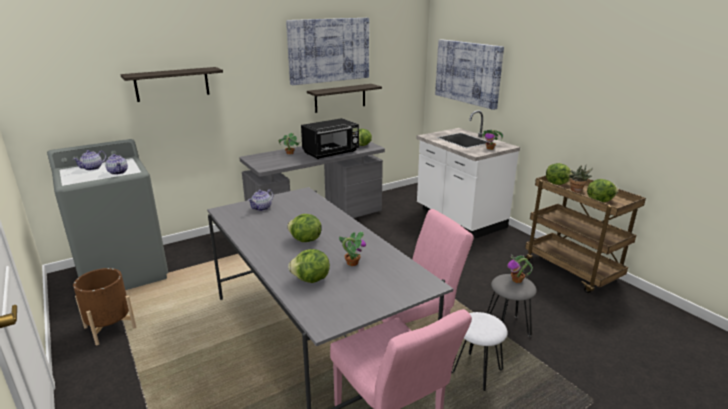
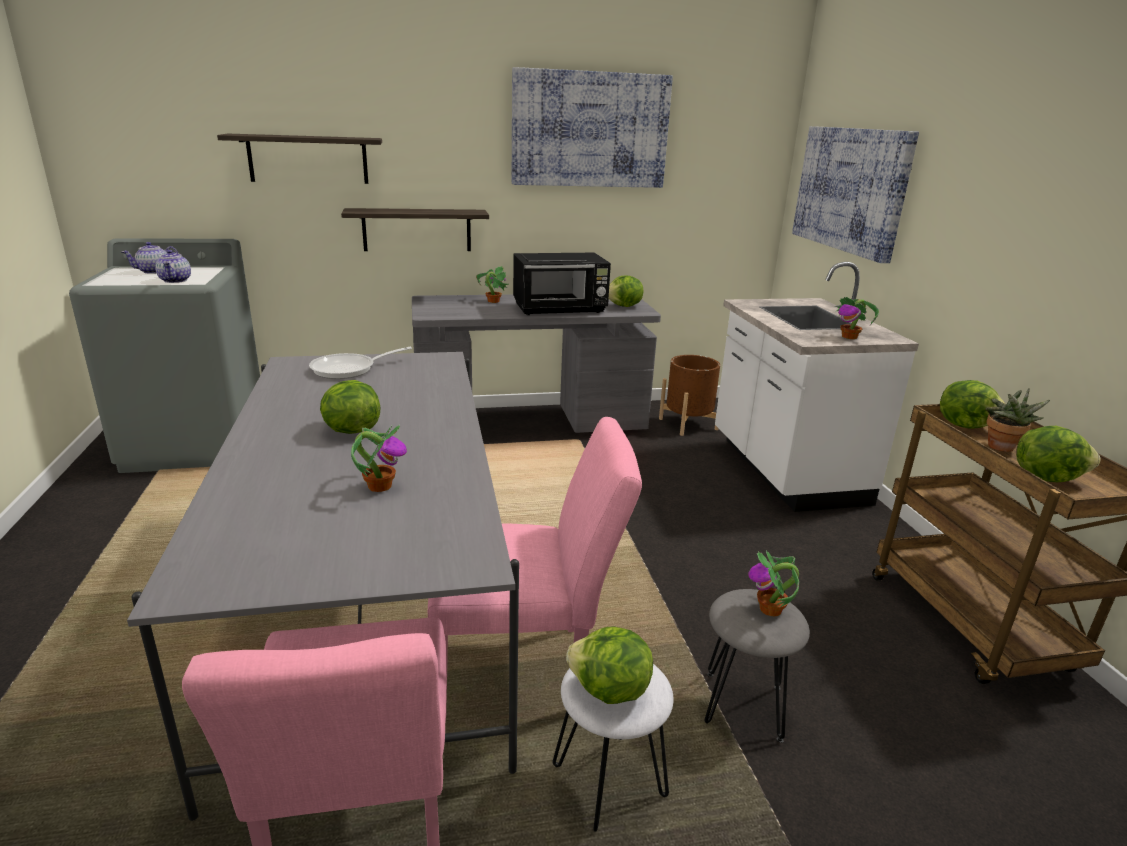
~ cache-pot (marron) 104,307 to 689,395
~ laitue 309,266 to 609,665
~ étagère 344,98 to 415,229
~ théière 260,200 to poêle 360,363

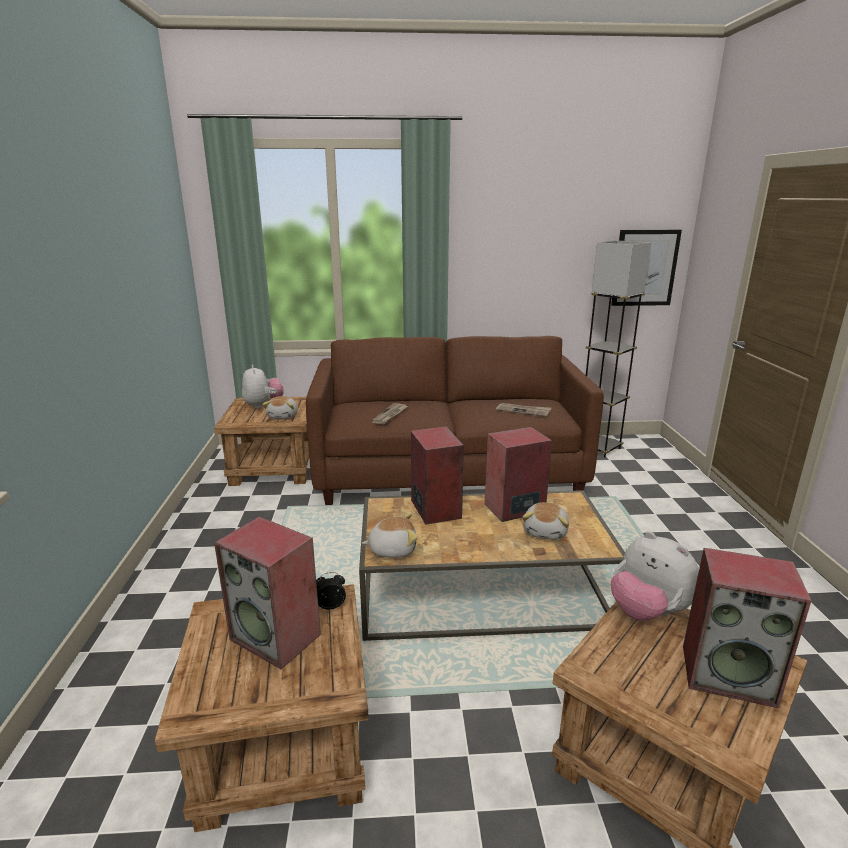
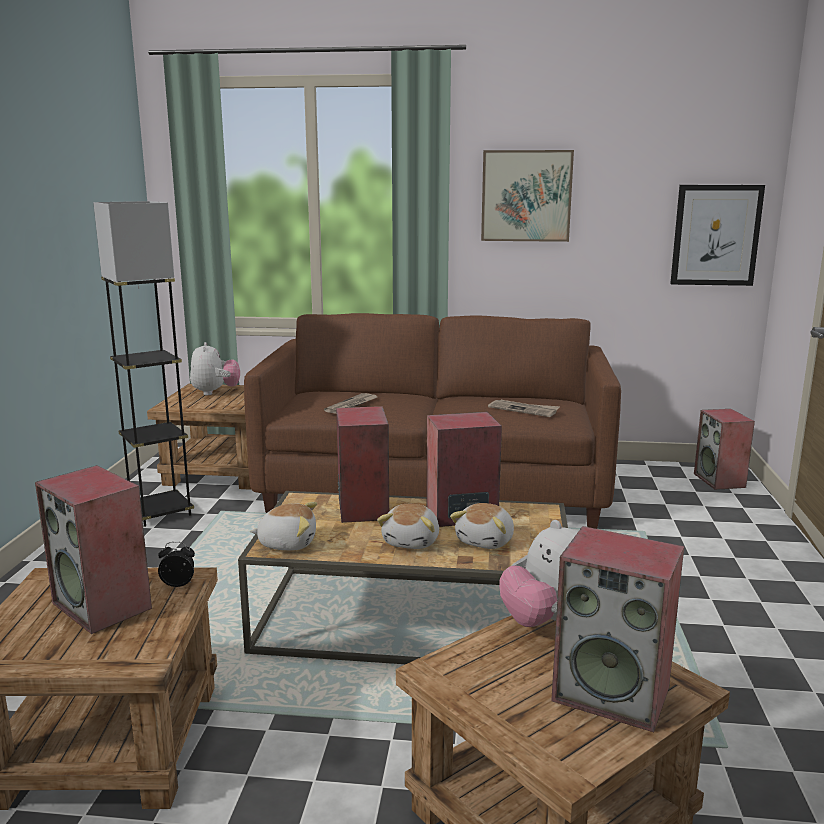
+ tableau 527,196
+ enceinte 724,449
~ peluche 280,407 to 408,526
~ lampadaire (gris) 619,349 to 143,364

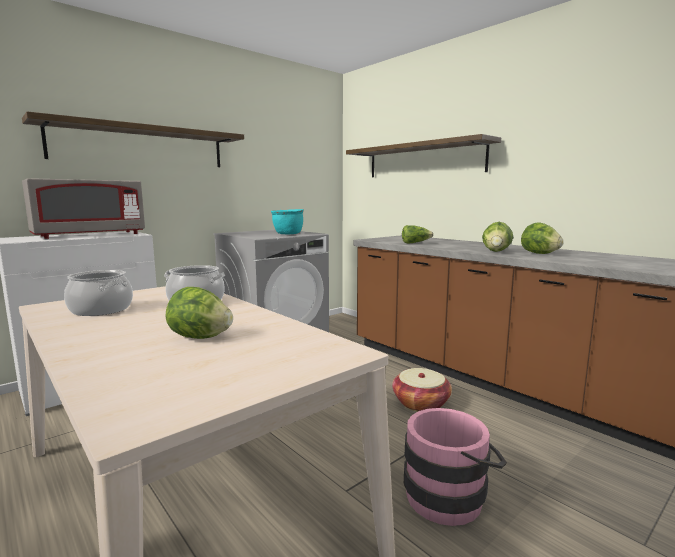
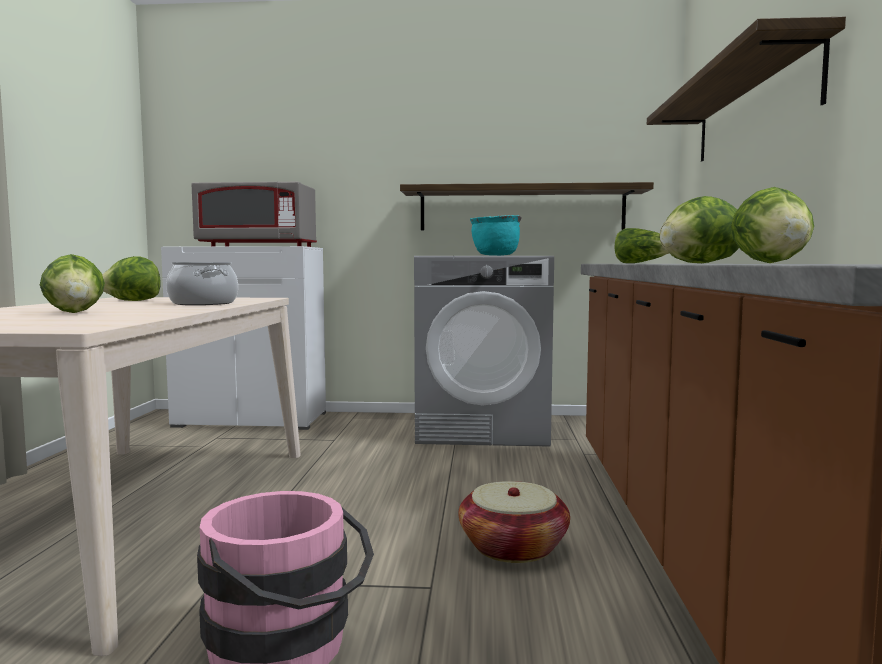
~ étagère 133,139 to 527,206
~ marmite 98,293 to laitue 131,278

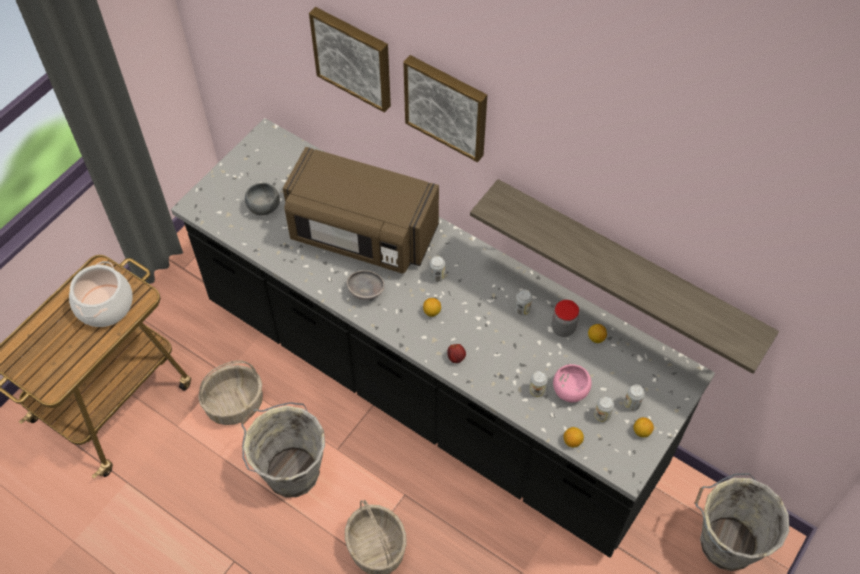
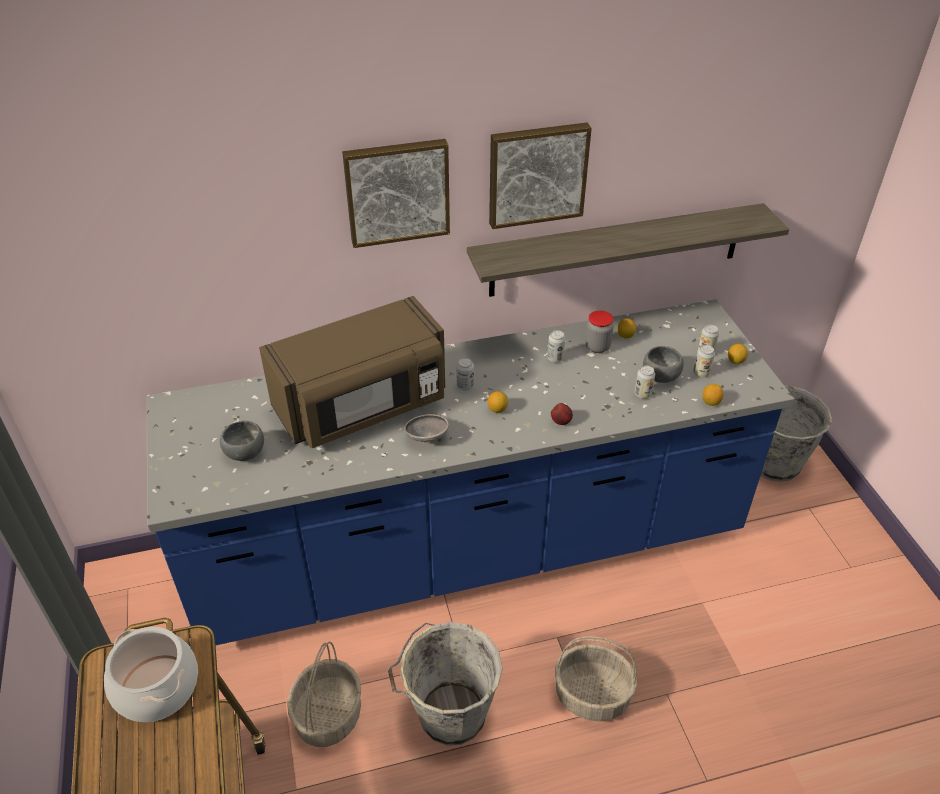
~ tableau 350,60 to 540,176
~ comptoir de cuisine (noir) 443,338 to comptoir de cuisine (bleu) 470,472
~ bol (rose) 572,383 to bol (gris) 663,364

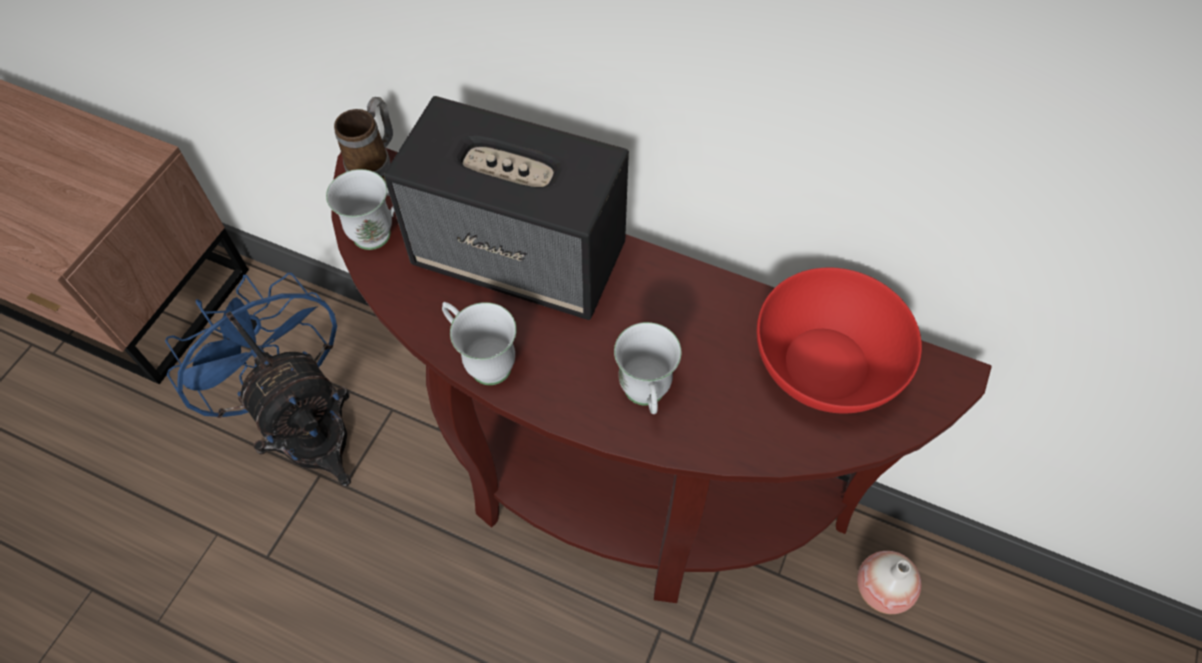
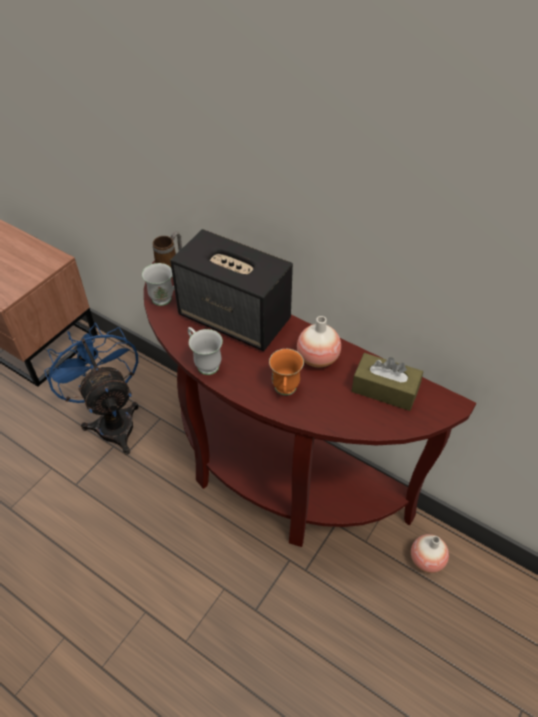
+ vase 319,341
~ bol (rouge) 839,340 to boîte à mouchoirs (marron) 387,382
~ mug (blanc) 648,368 to mug (orange) 286,372

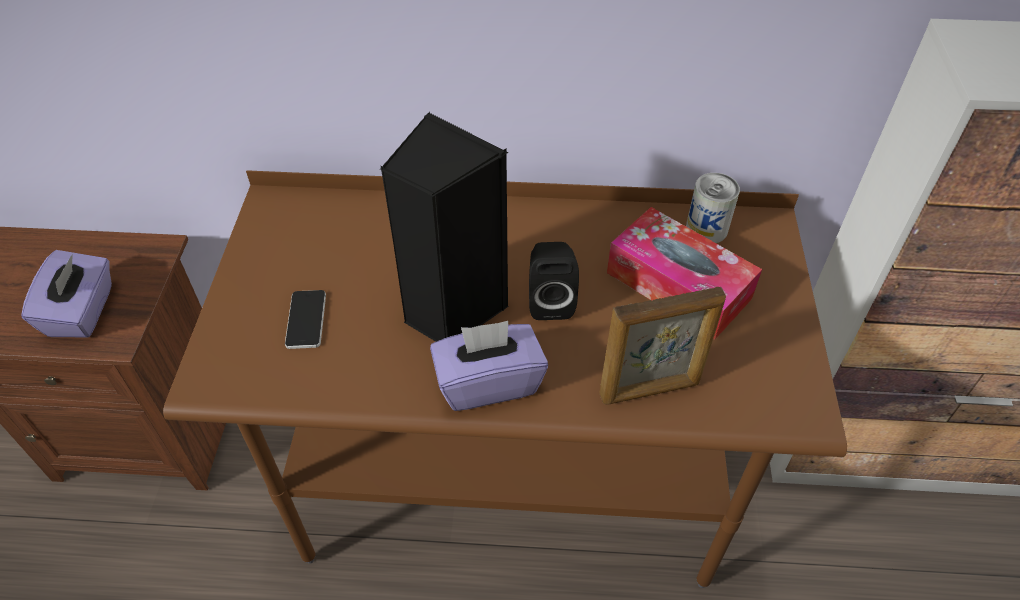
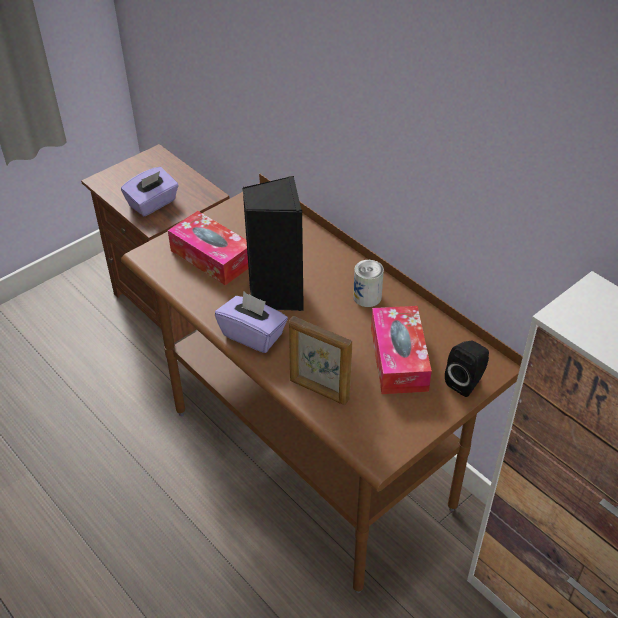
~ enceinte (noir) 554,281 to 467,369
~ boîte métallique 713,208 to 368,283
~ téléphone 305,319 to boîte à mouchoirs 208,248

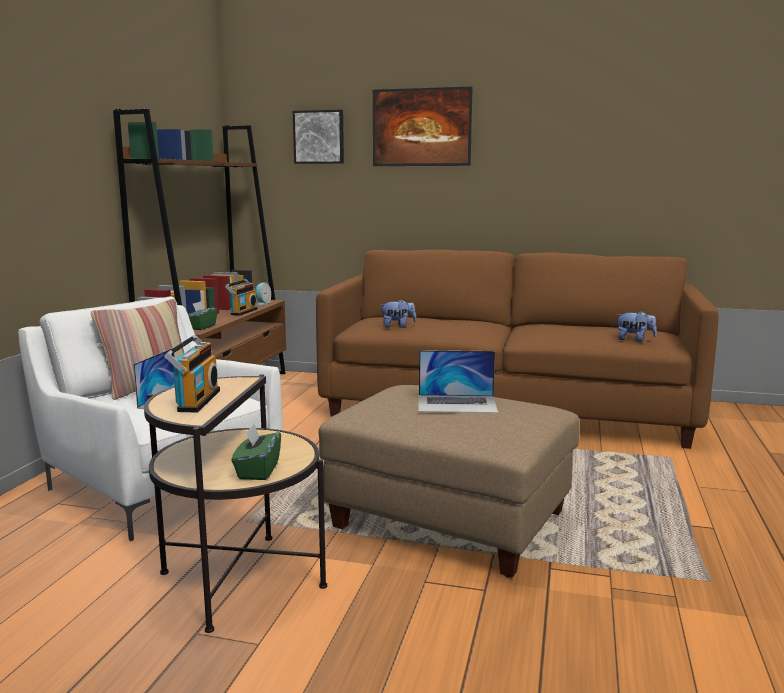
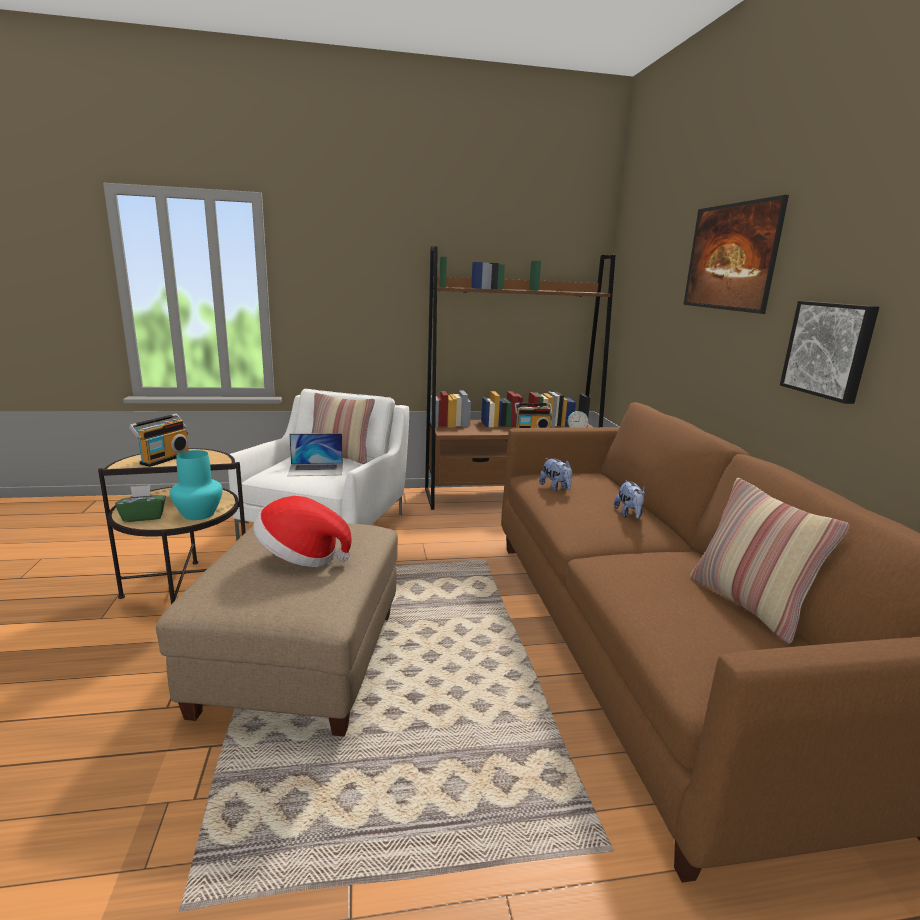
- boîte à mouchoirs (vert) 202,315
+ vase (turquoise) 196,485
+ coussin 770,561
~ tableau 318,137 to 829,352
~ peluche 636,326 to 629,500
~ ordinateur portable 458,381 to chapeau 302,531
~ radio 192,373 = 159,440 45 degrees counterclockwise

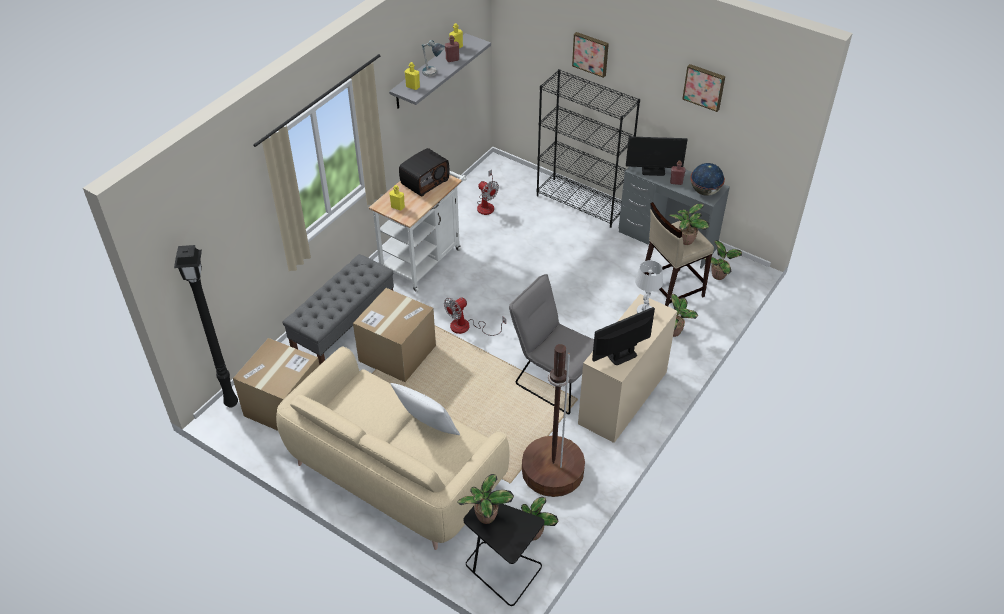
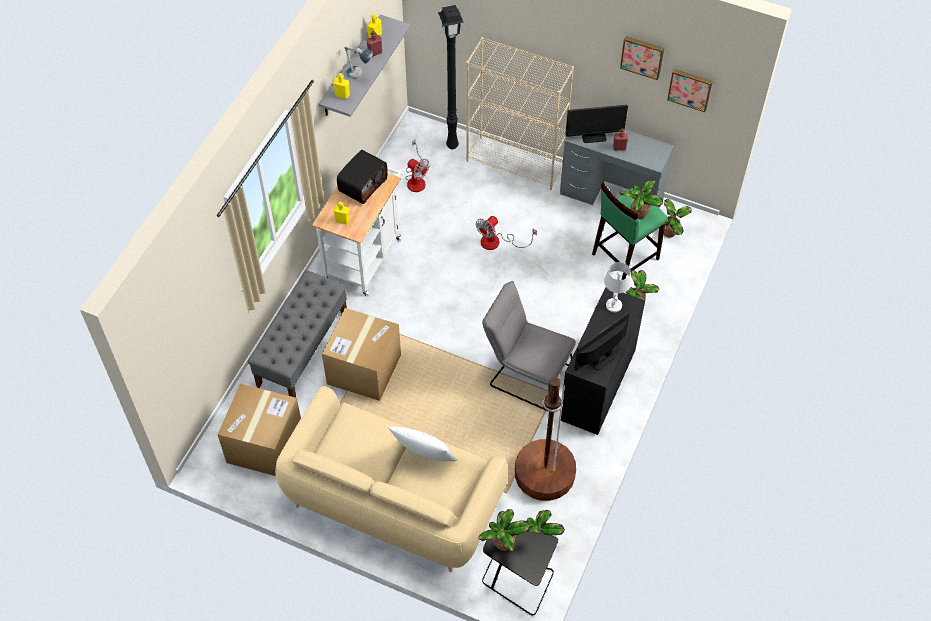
- globe 707,179
~ lampadaire (noir) 206,326 to 451,77
~ ventilateur 475,316 to 506,233
~ tableau 590,55 to 690,90
~ bibliothèque (noir) 588,148 to bibliothèque (beige) 520,113
~ bureau (beige) 627,368 to bureau (noir) 603,361
~ tabouret (beige) 679,254 to tabouret (vert) 629,231

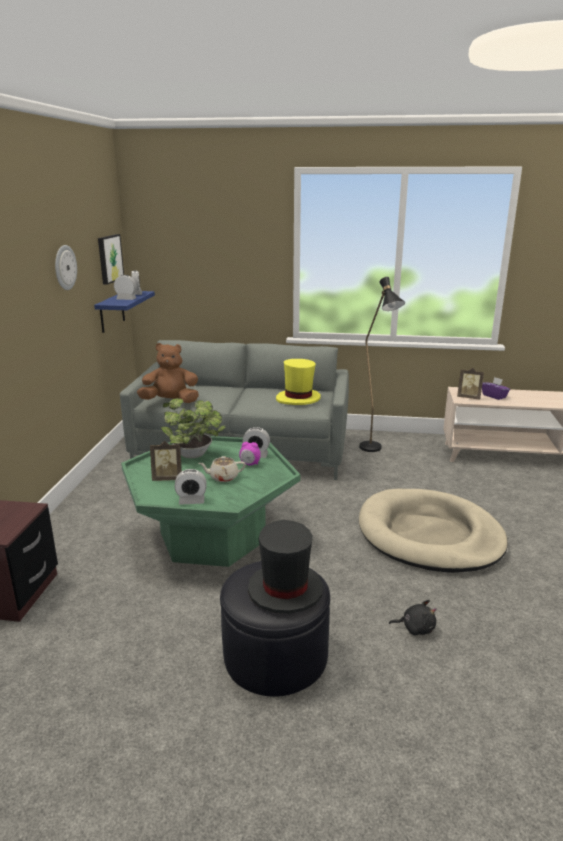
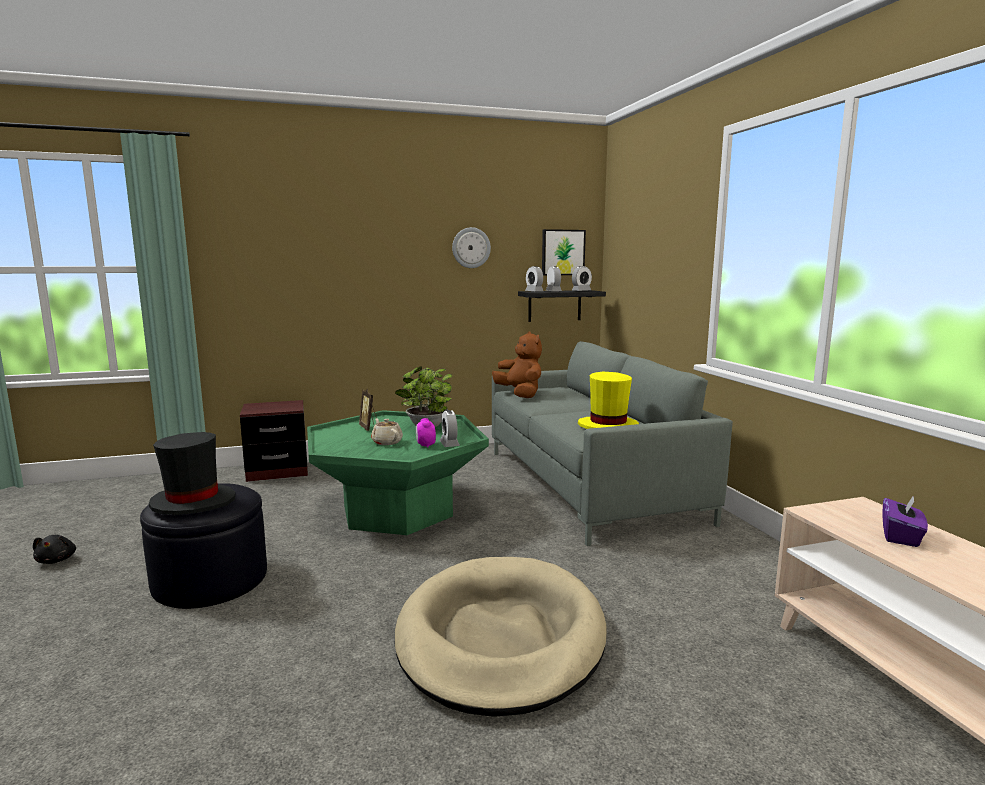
- lampadaire (noir) 382,364
- cadre photo 470,384
~ réveil 191,487 to 534,278
~ peluche (noir) 412,618 to 54,549
~ étagère (bleu) 124,312 to étagère (noir) 562,306

